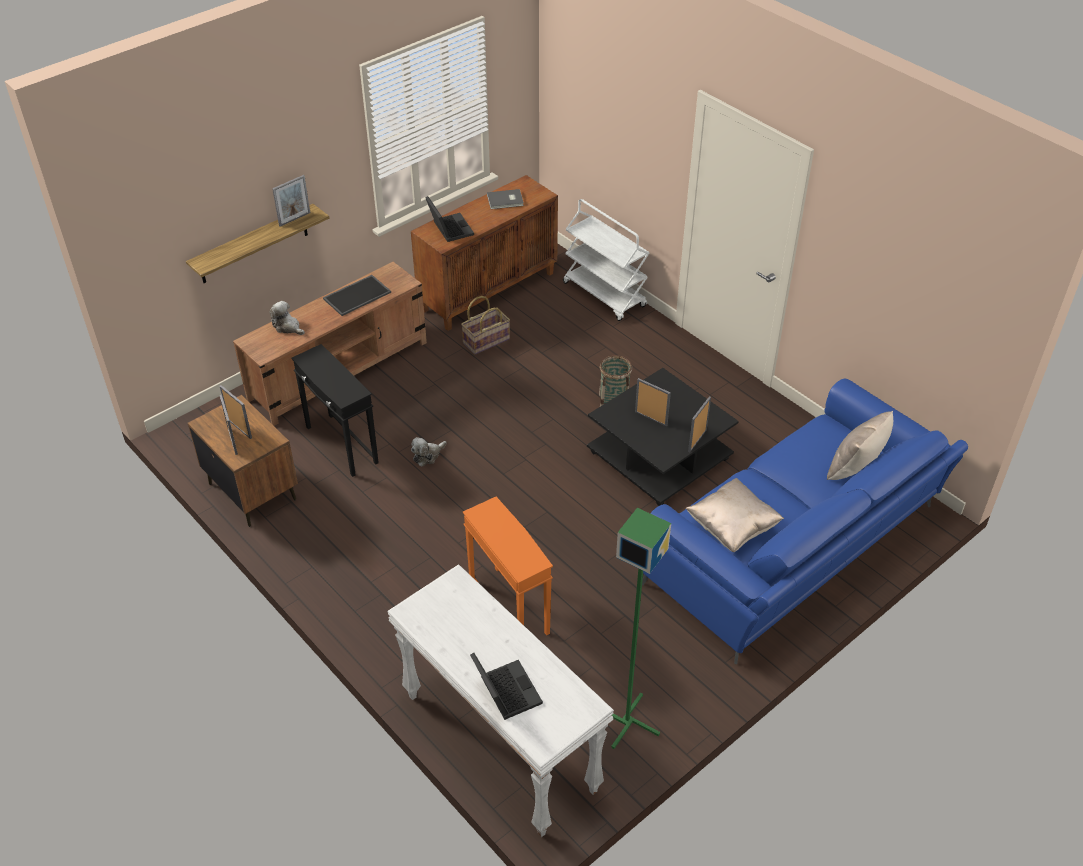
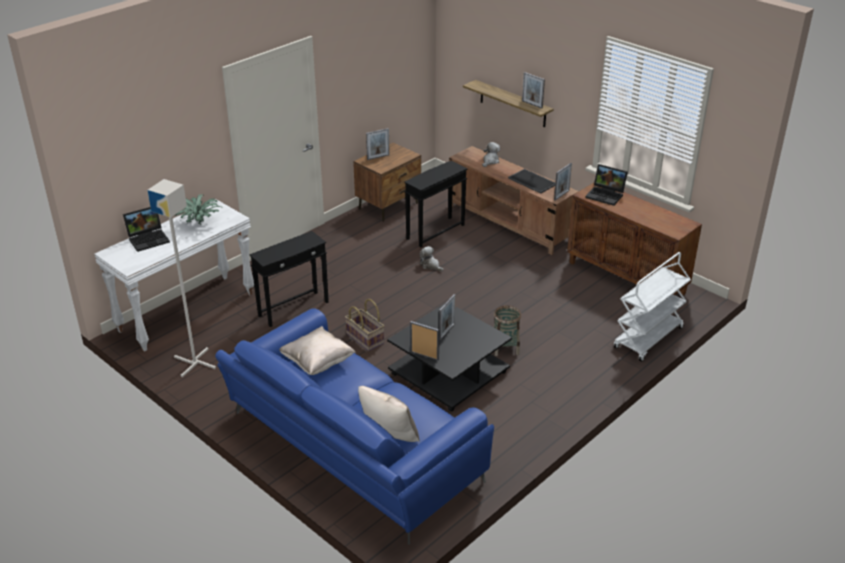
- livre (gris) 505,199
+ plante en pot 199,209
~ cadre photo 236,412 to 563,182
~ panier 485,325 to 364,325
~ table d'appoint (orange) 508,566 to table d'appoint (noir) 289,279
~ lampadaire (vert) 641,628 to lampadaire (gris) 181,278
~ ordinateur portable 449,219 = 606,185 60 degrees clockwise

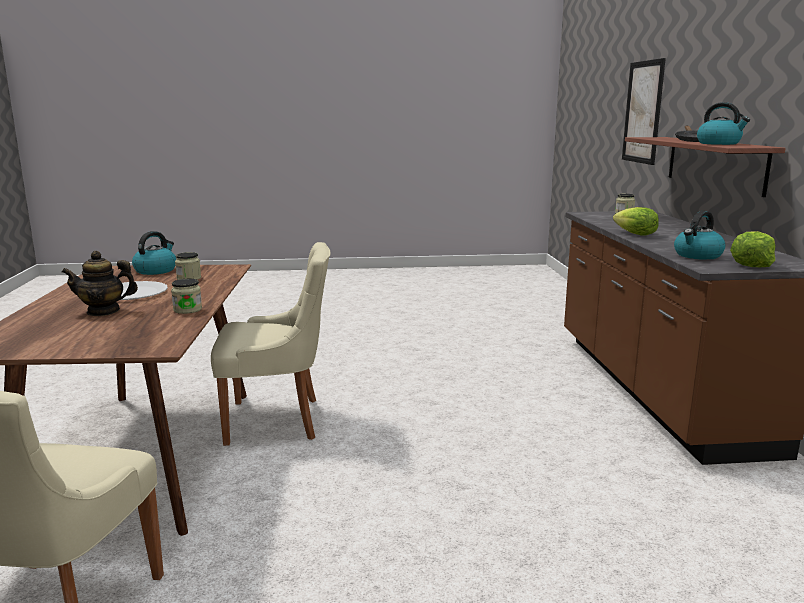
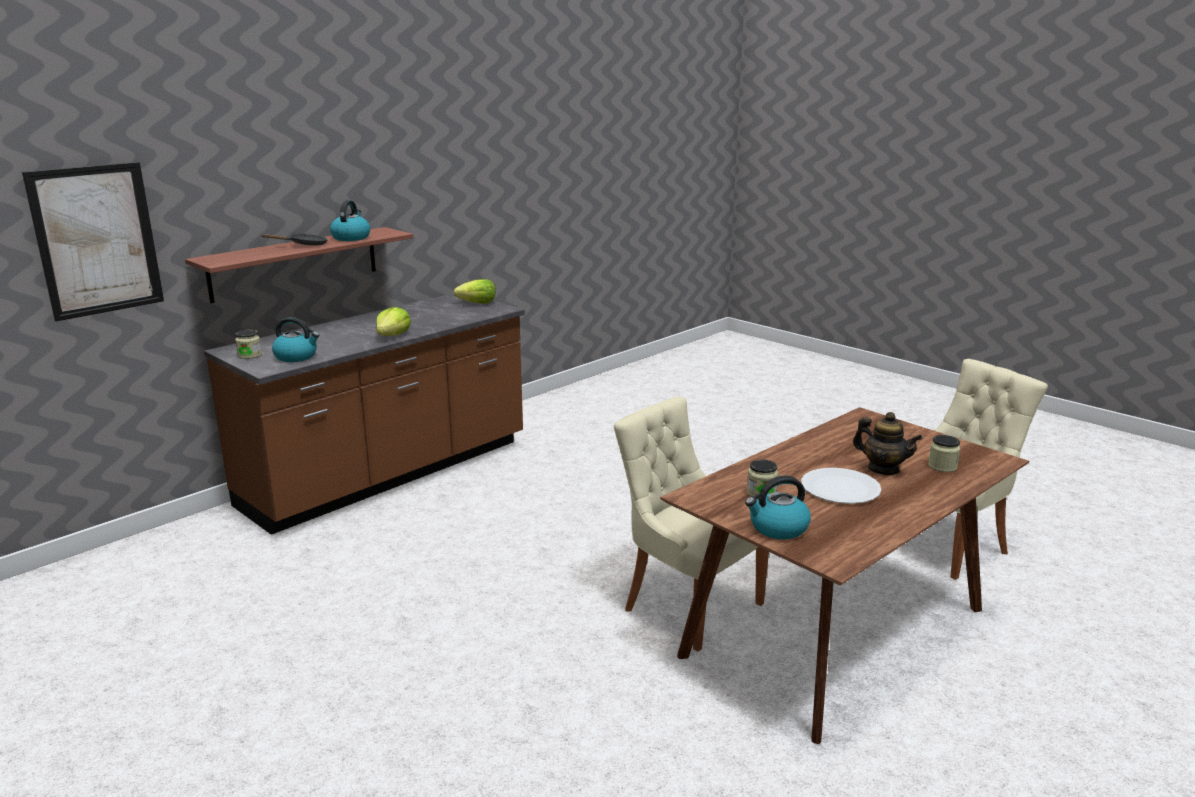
~ bocal 186,296 to 944,453
~ bouilloire 700,235 to 296,339

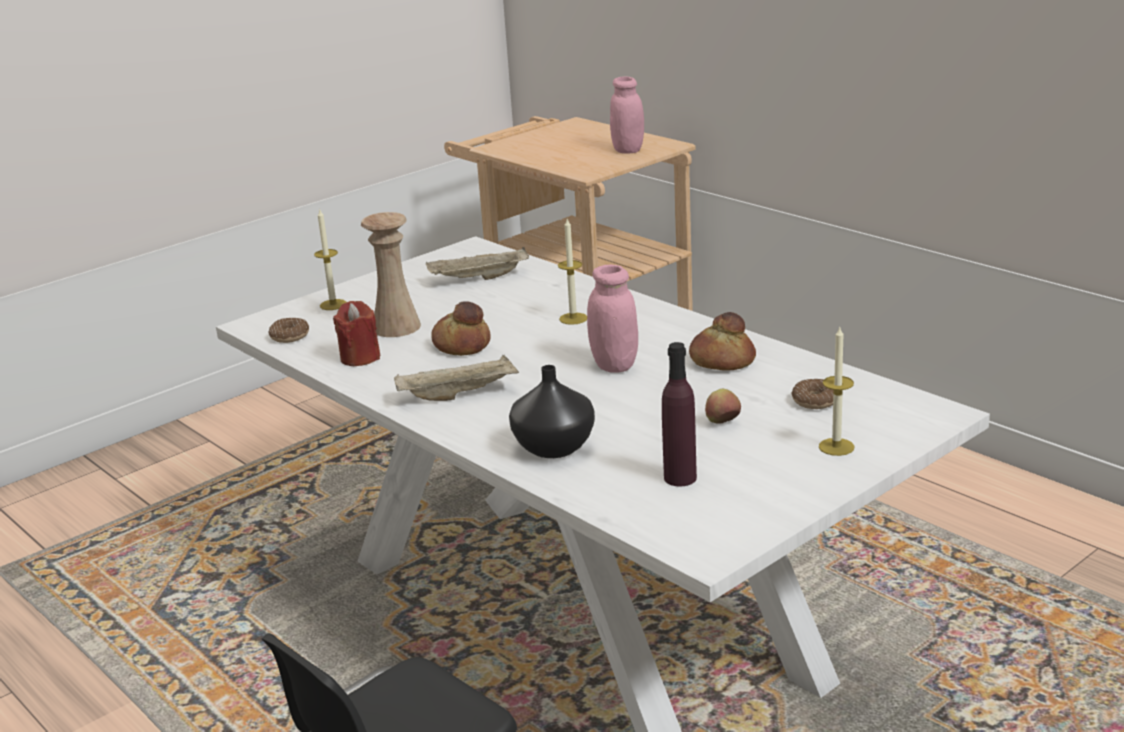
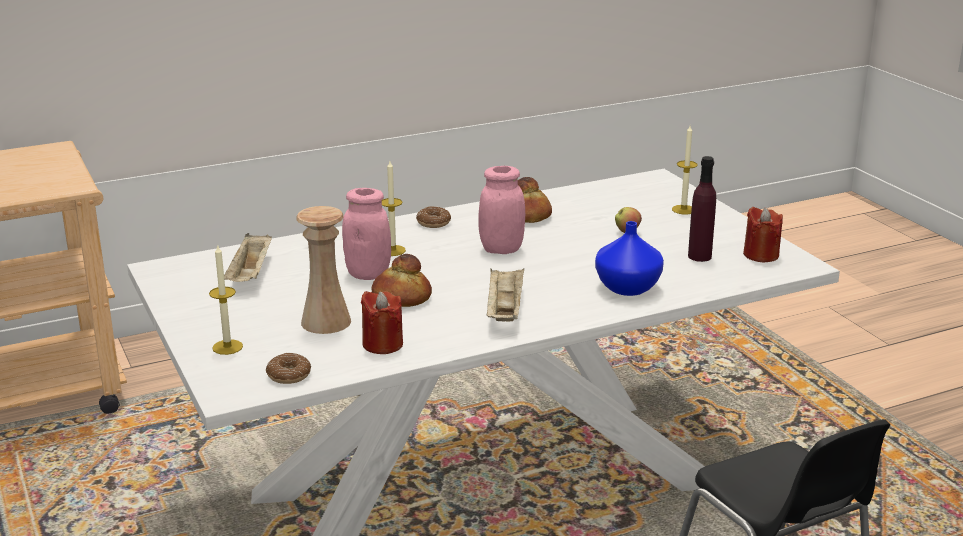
+ bougie (rouge) 763,234
~ bocal (rose) 627,115 to 366,234
~ beignet 812,394 to 433,217
~ vase (noir) 552,411 to vase (bleu) 629,258

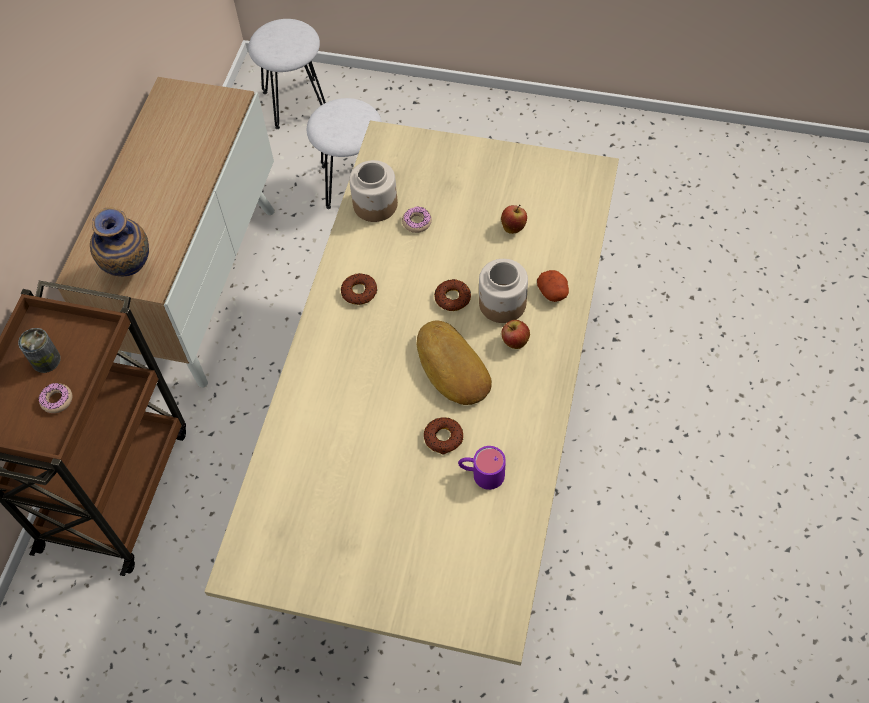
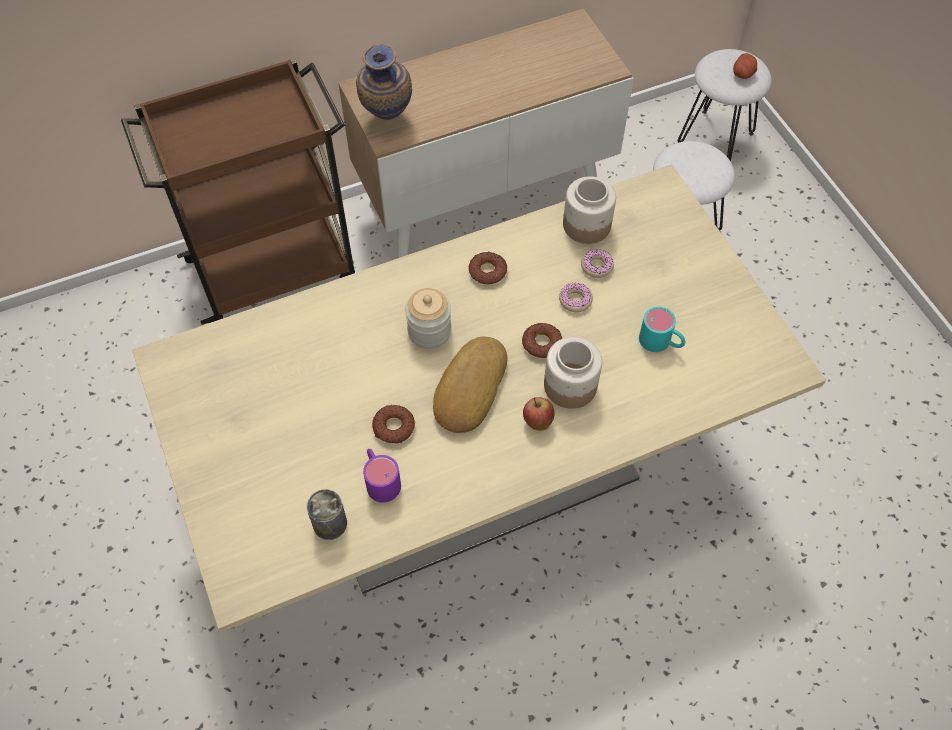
+ bocal 428,318
~ boîte métallique 39,350 to 327,514
~ beignet 55,398 to 576,297
~ pomme de terre 553,286 to 745,66
~ pomme 514,219 to mug (turquoise) 662,329

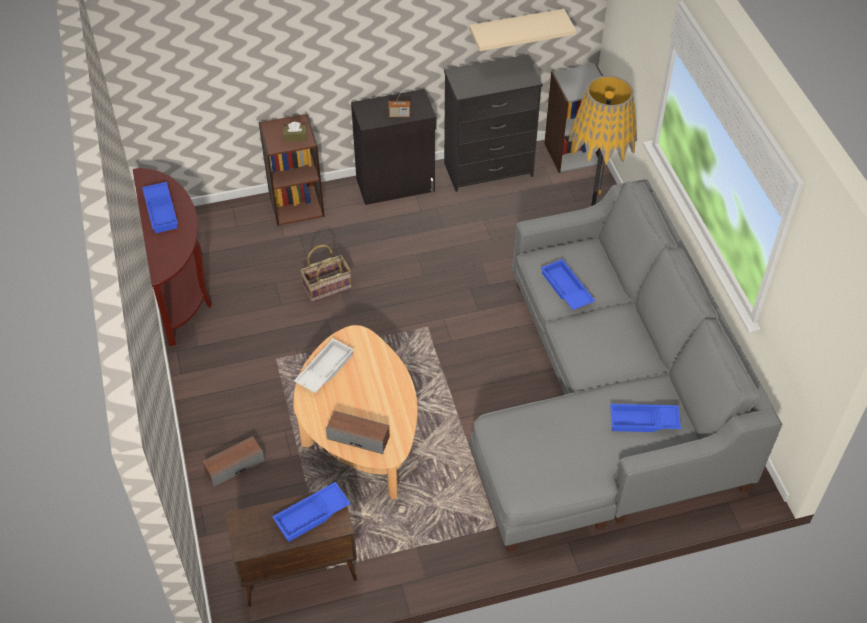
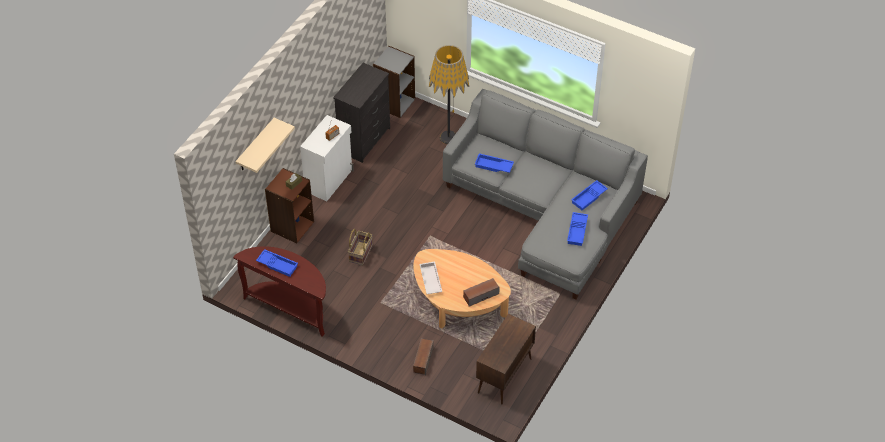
~ plateau (bleu) 311,512 to 577,229
~ étagère (beige) 522,30 to 265,145
~ meuble de rangement (noir) 393,147 to meuble de rangement (blanc) 327,158

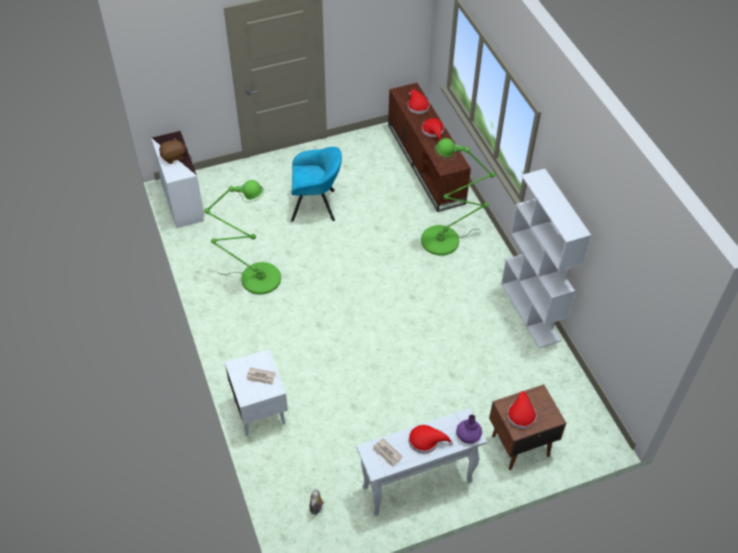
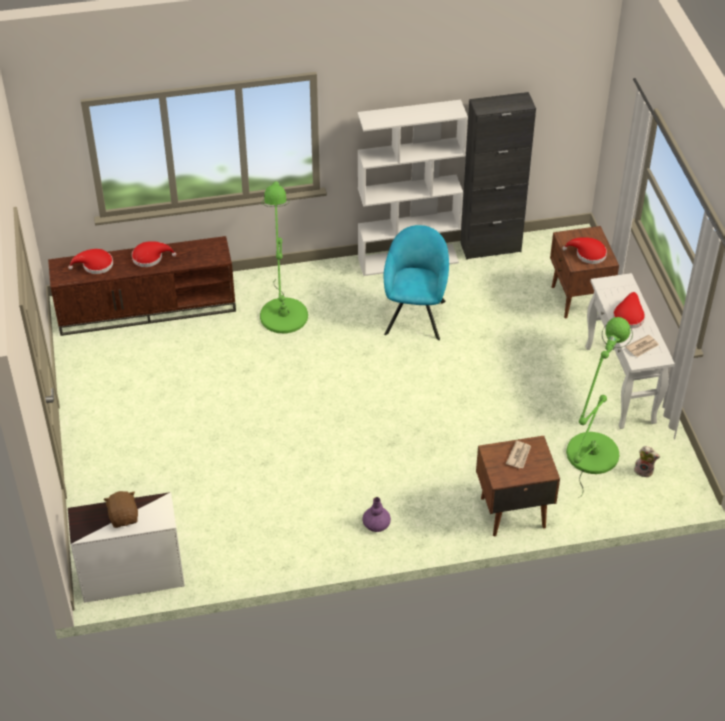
+ meuble de rangement (noir) 498,176
~ lampadaire (vert) 242,237 to 599,407
~ fauteuil (turquoise) 316,184 to 416,282
~ vase (violet) 469,429 to 377,514
~ table de chevet (blanc) 256,392 to table de chevet (marron) 518,486

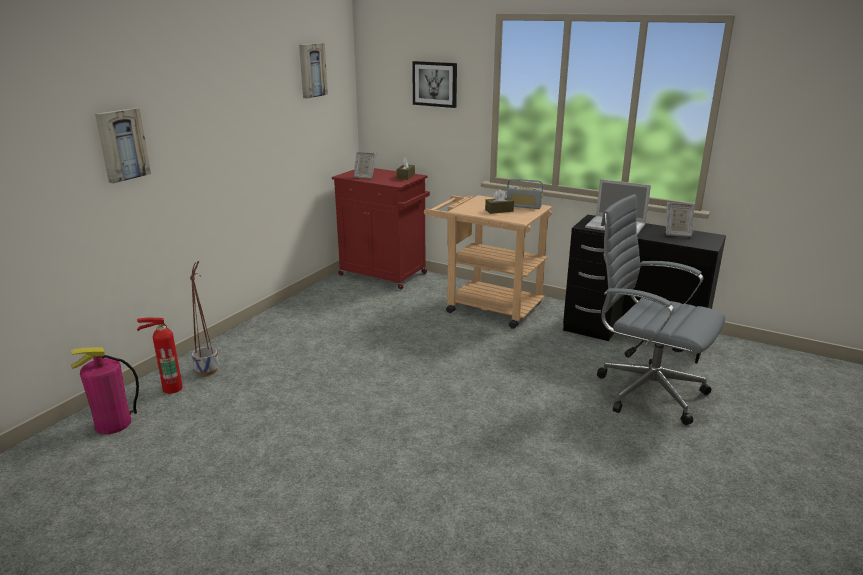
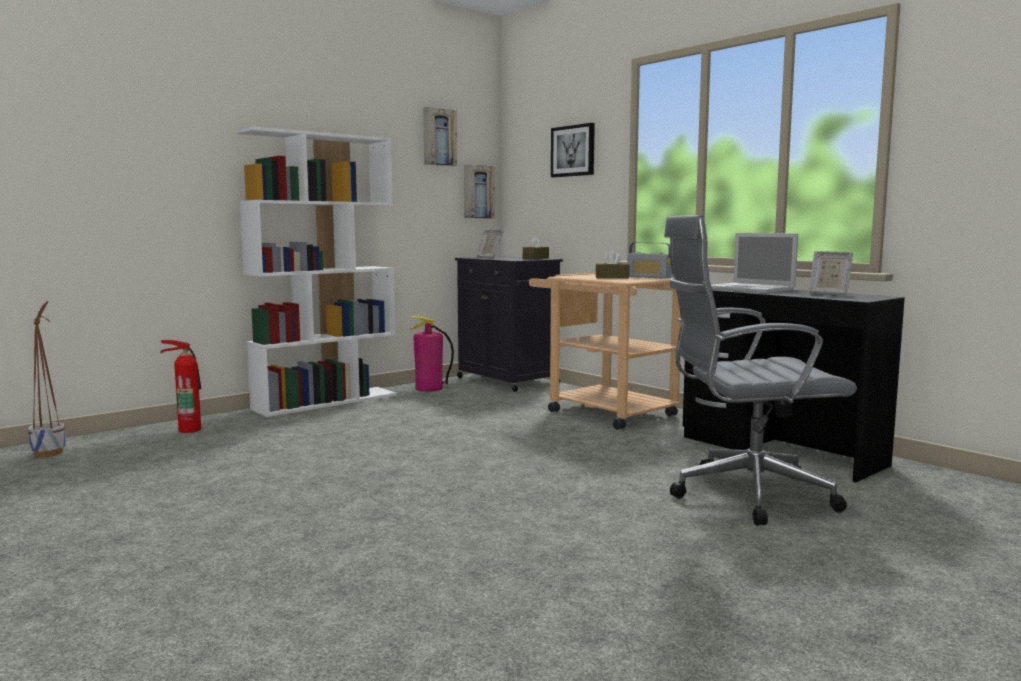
+ bibliothèque (blanc) 316,272
~ extincteur 105,390 to 431,354
~ tableau 123,145 to 479,191
~ cache-pot 204,318 to 47,379
~ meuble de rangement (rouge) 381,229 to meuble de rangement (noir) 509,324
~ chaise de bureau (gris) 661,309 = 760,370 60 degrees counterclockwise

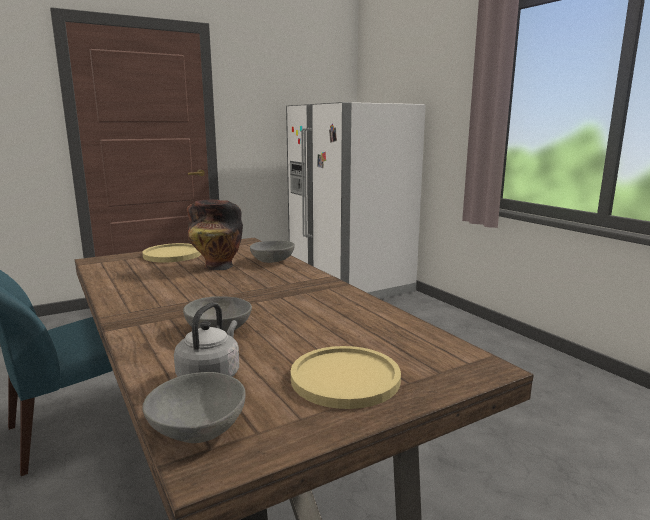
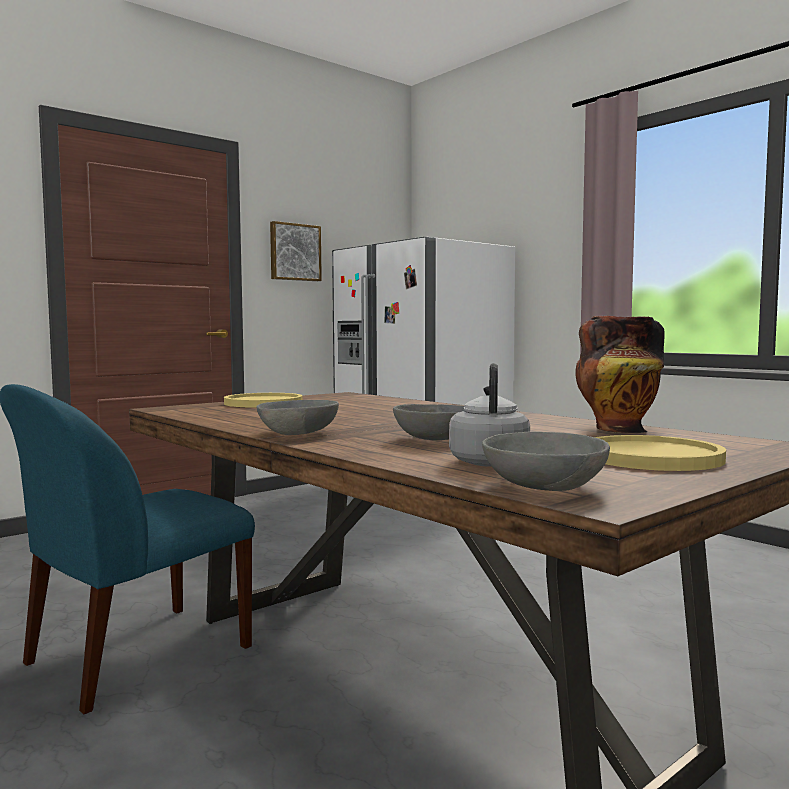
+ tableau 296,251
~ vase 215,234 to 620,374
~ bol (gris) 272,251 to 297,417

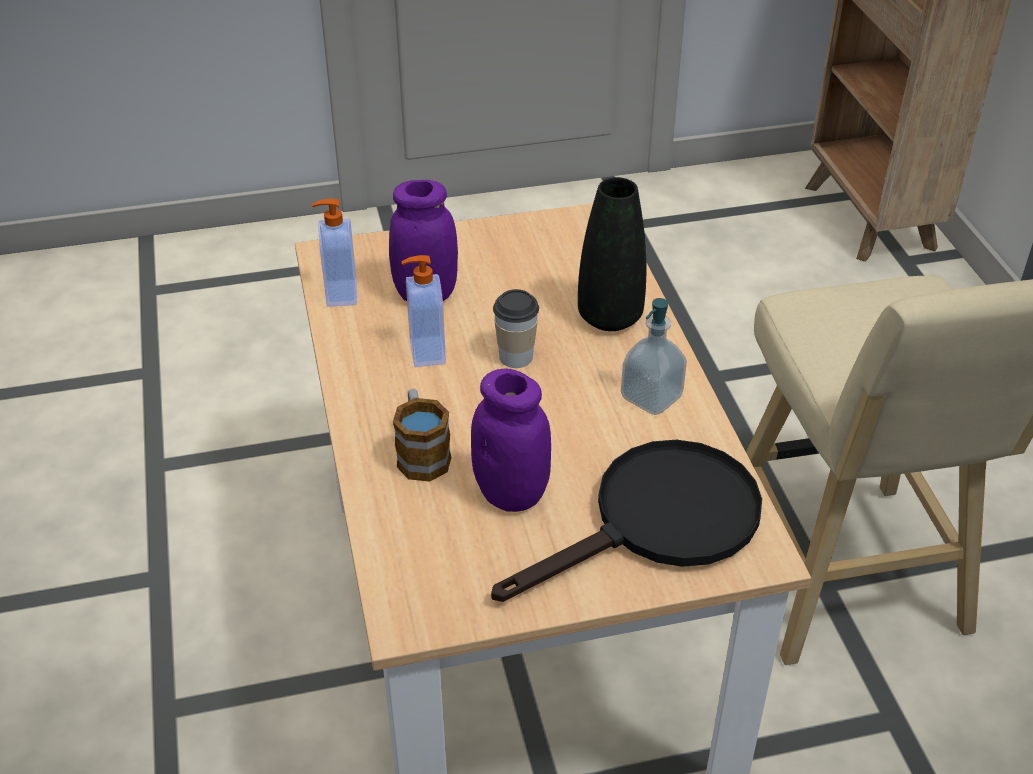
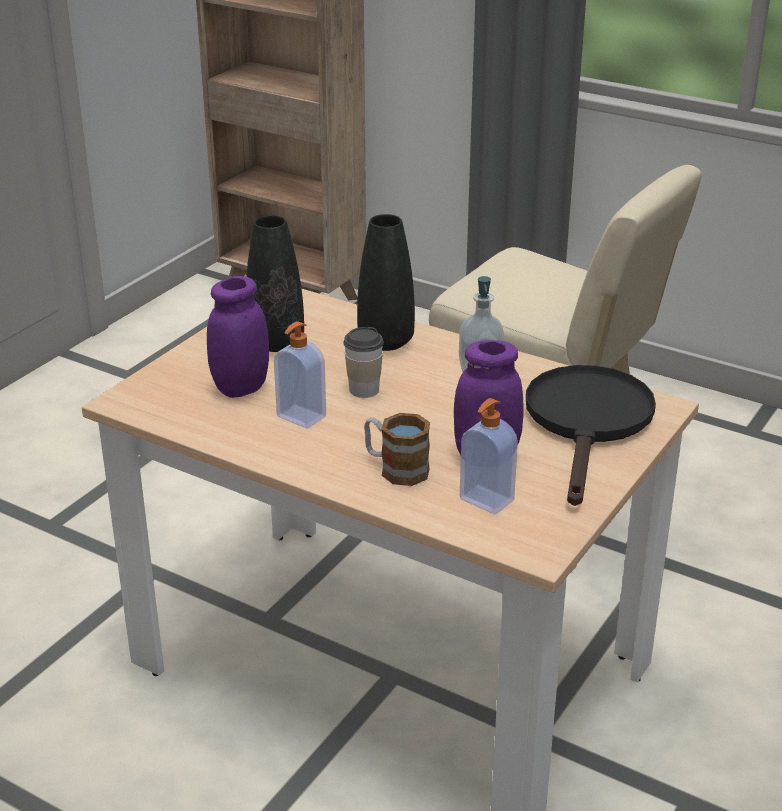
+ vase (noir) 275,283
~ distributeur de savon 334,253 to 489,456

